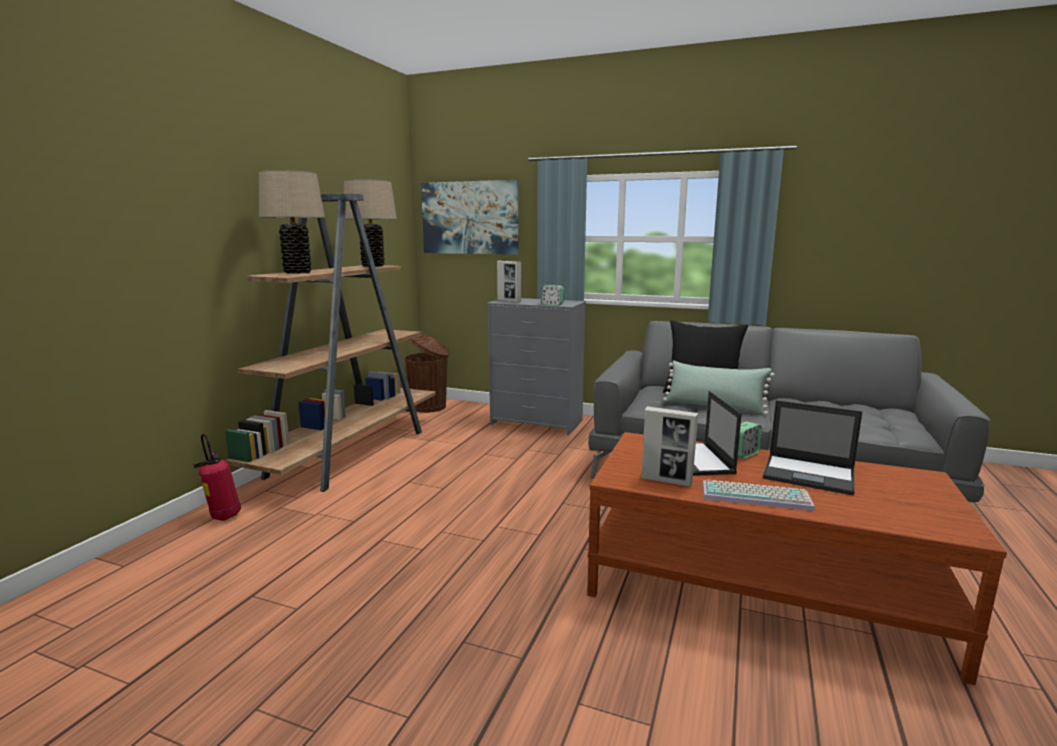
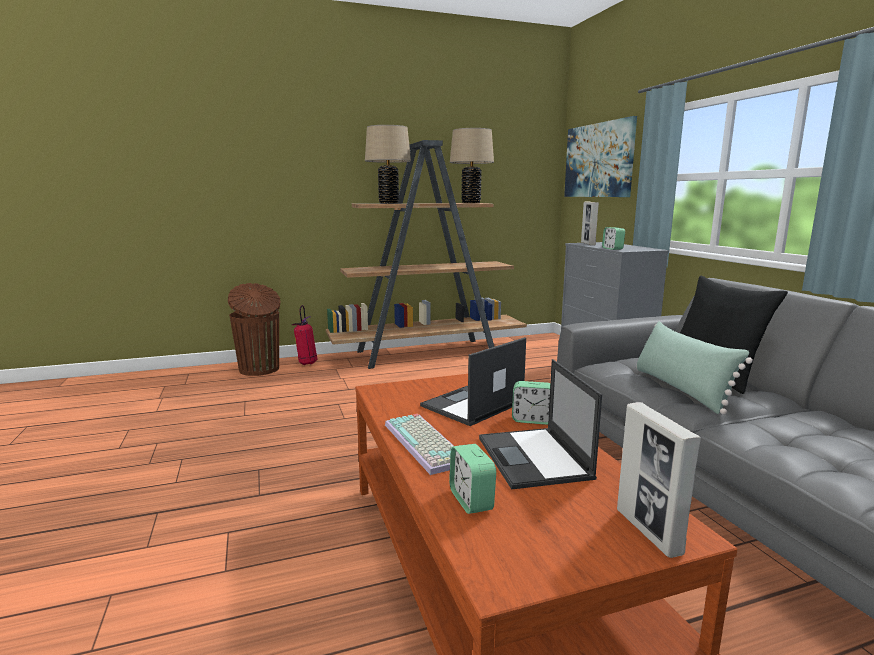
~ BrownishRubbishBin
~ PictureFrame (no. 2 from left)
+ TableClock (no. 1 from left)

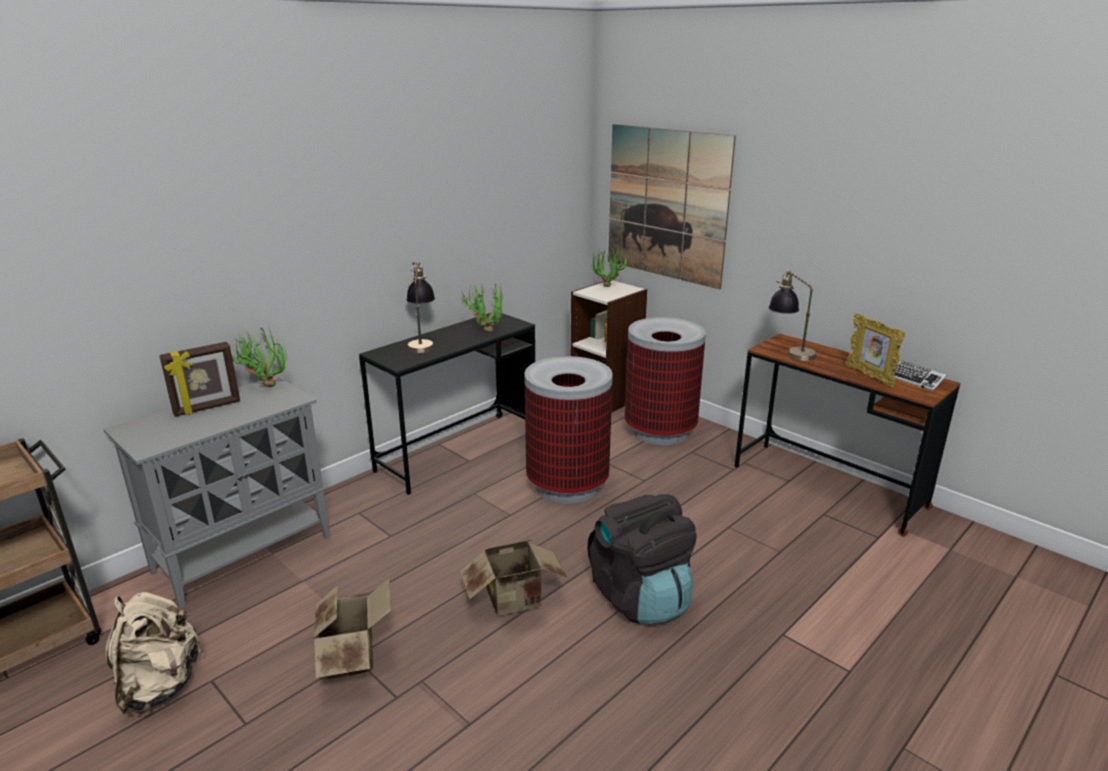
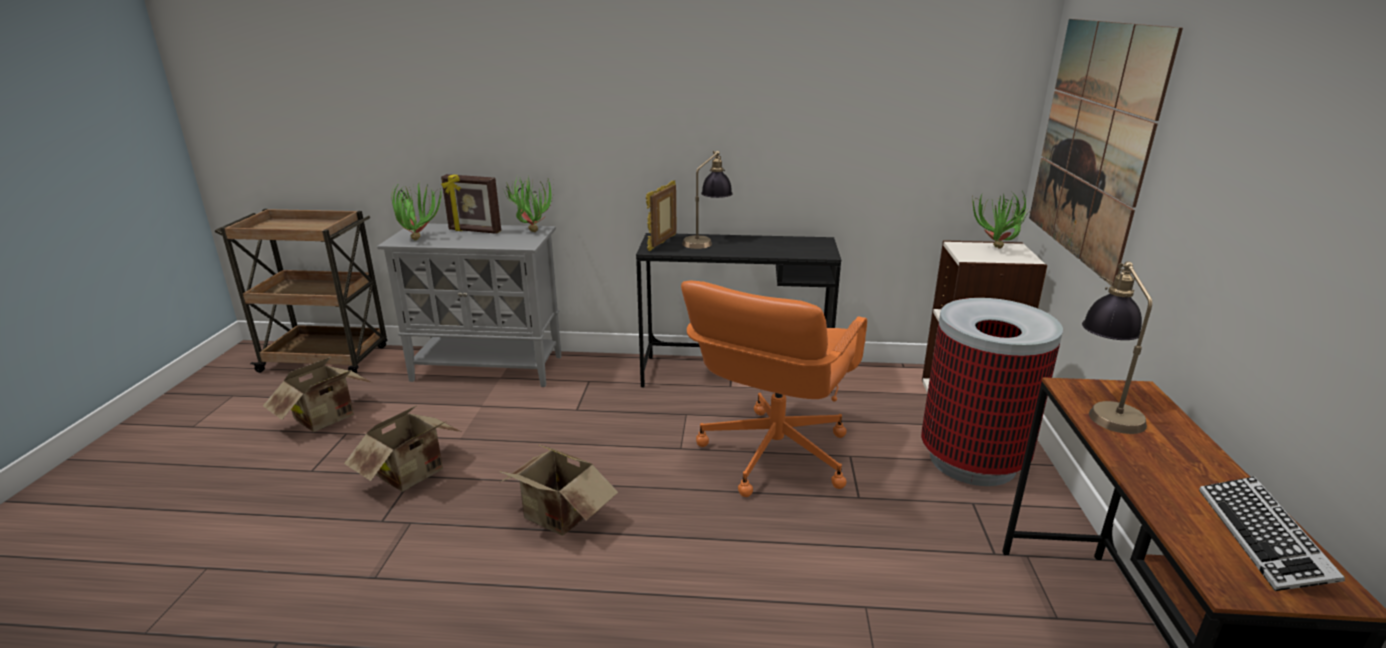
~ PlantInAPot (no. 2 from left in the first image) to PlantInAPot (no. 1 from left)
~ PictureFrame (no. 2 from left)
~ RubbishBin (no. 1 from left) to OrangeyOfficeChair
- BlackColouredKnapsack
~ SandColouredKnapsack to PackingBox (no. 1 from left)

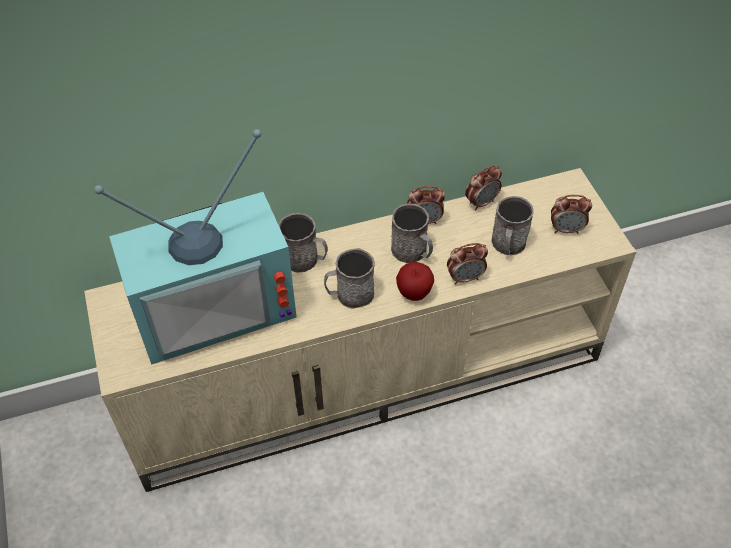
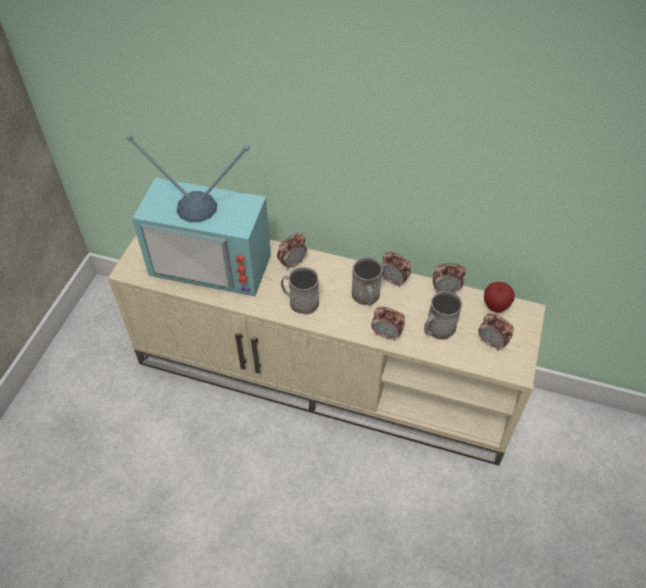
~ GreyishMug (no. 1 from left) to TableClock (no. 1 from left)
~ WholeApple

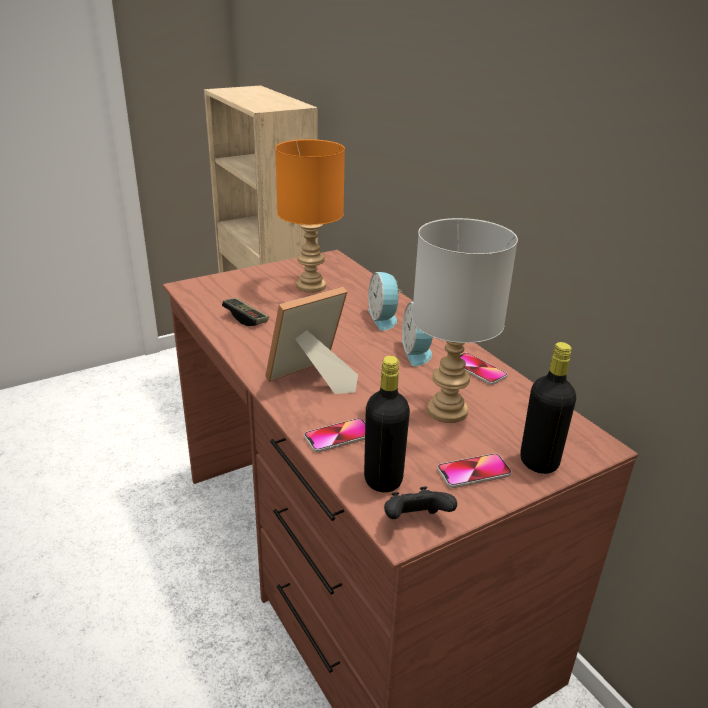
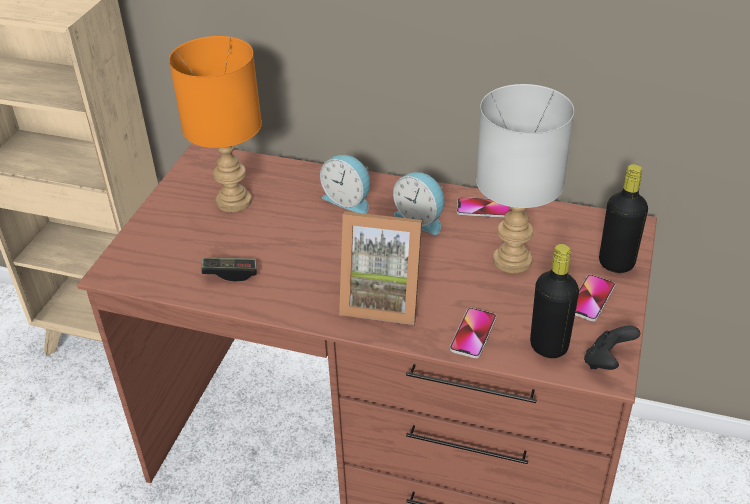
~ PictureFrame 90 degrees counterclockwise

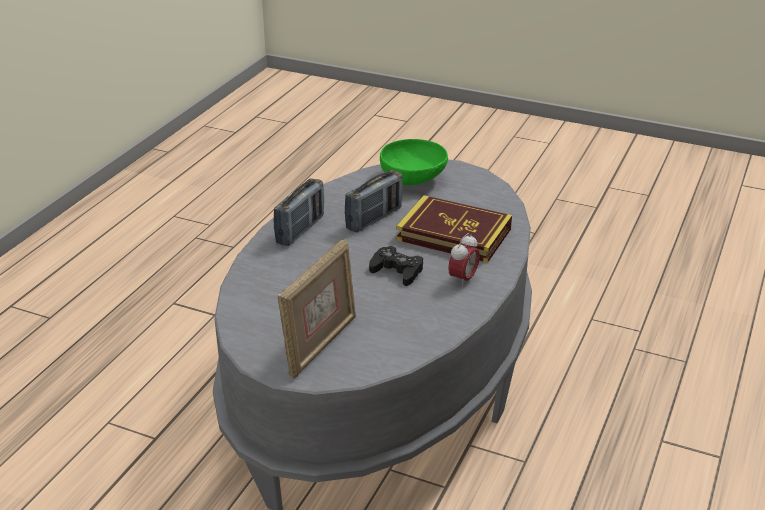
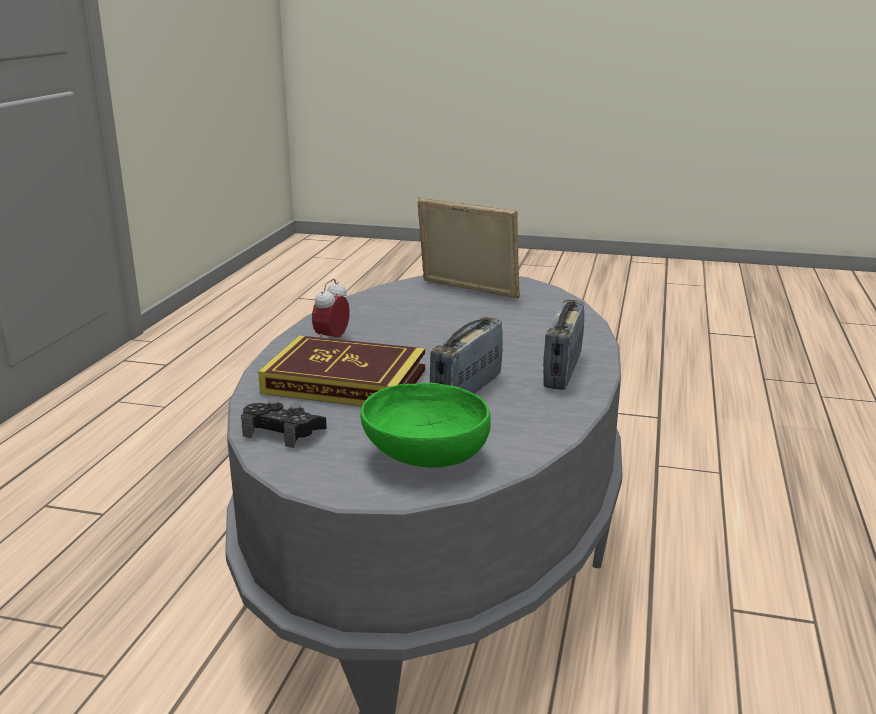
~ PictureFrame 105 degrees clockwise
~ BlackColouredJoypad

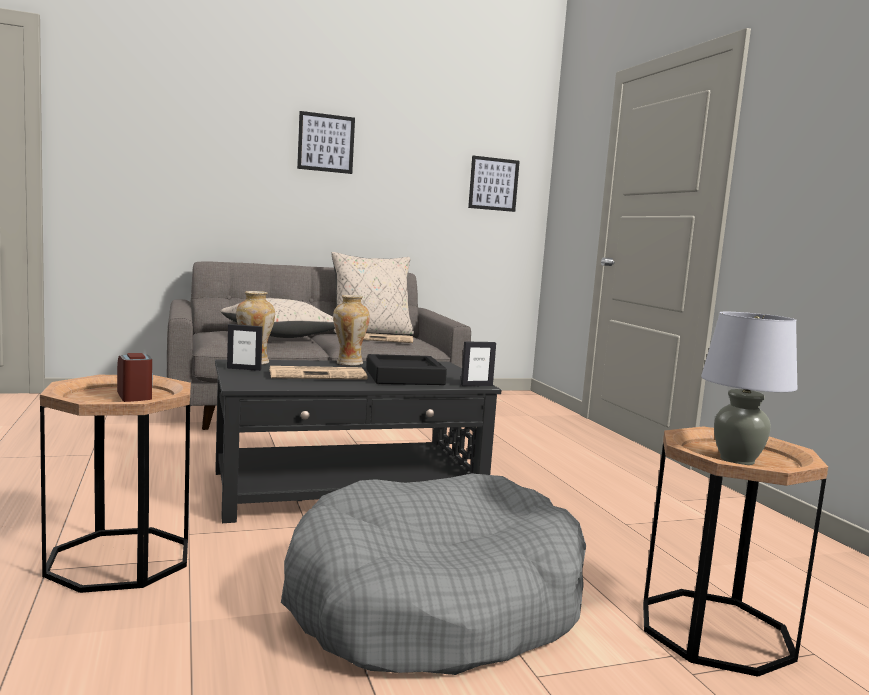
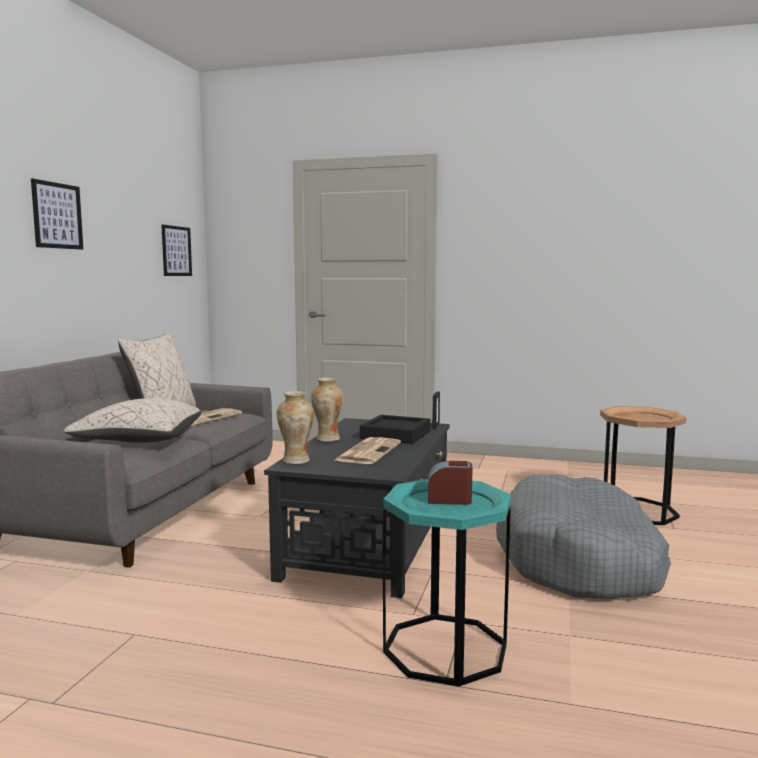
- GreyishLampForATable
- PictureFrame (no. 1 from left)
~ BrownishSideTable (no. 1 from left) to BlueGreenSideTable

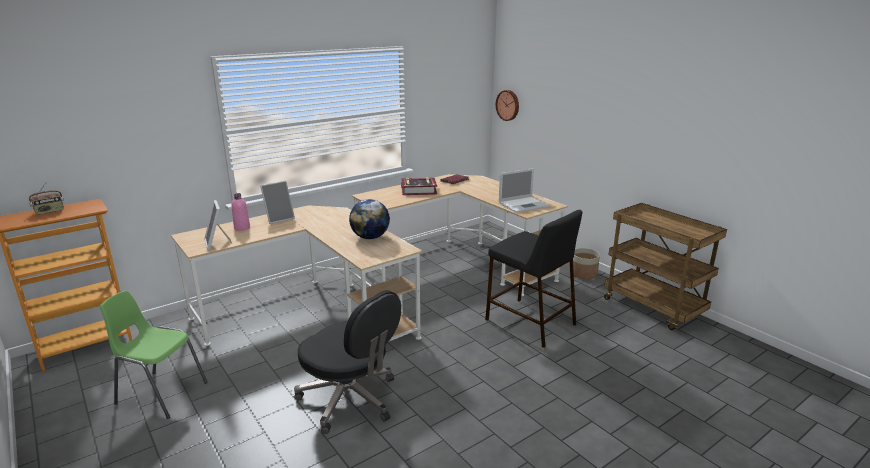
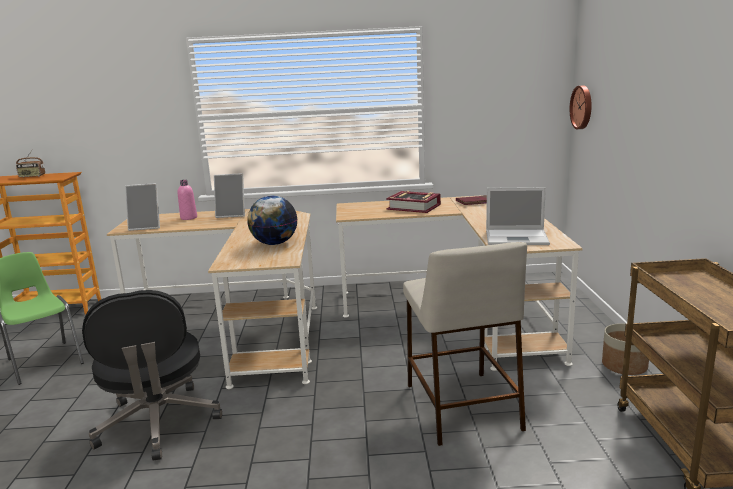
~ PictureFrame (no. 1 from left) 105 degrees counterclockwise
~ BlackColouredStoolSeat to SandColouredStoolSeat

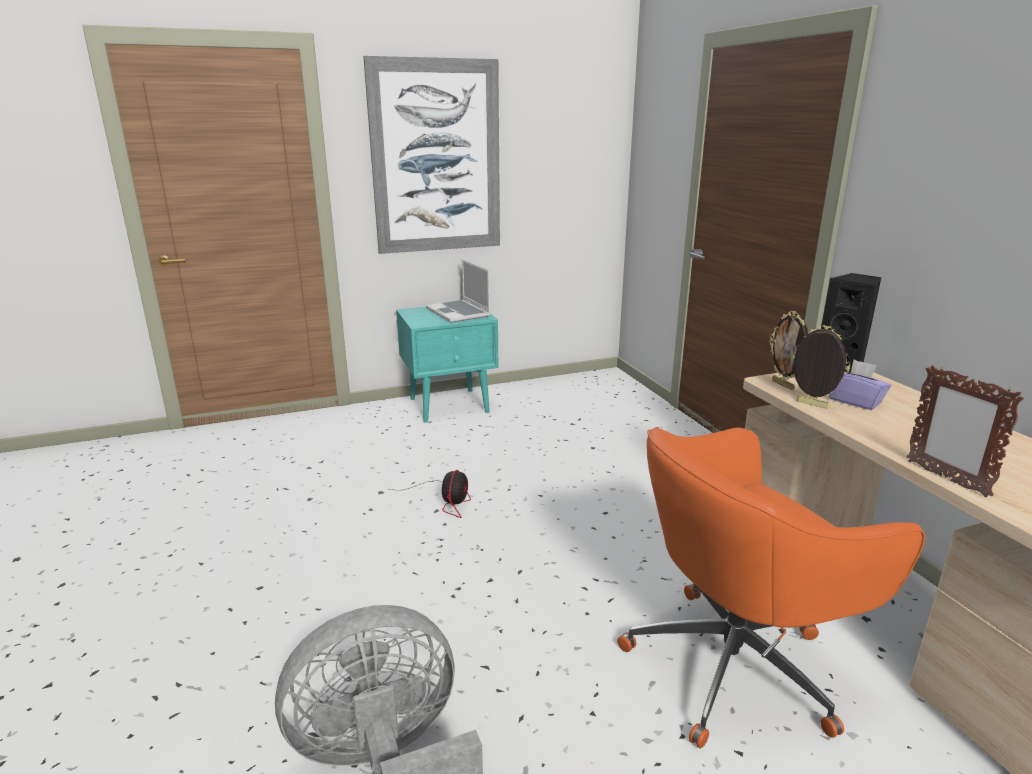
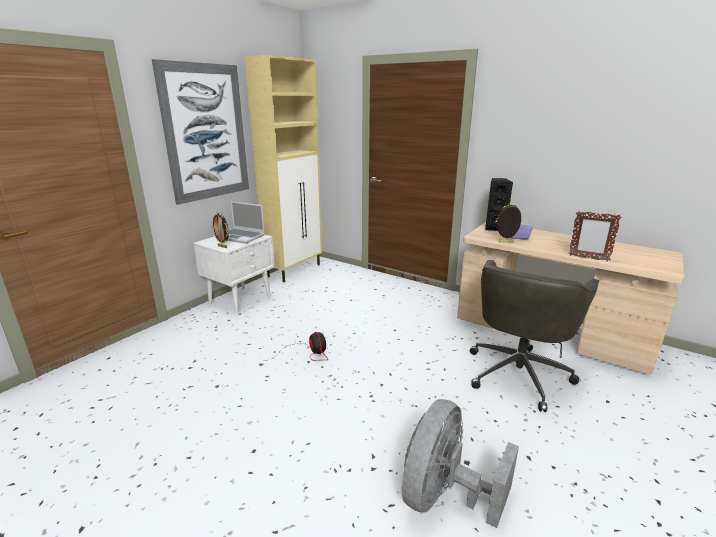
~ BlueGreenNightTable to WhiteNightTable
~ PictureFrame (no. 1 from left)
~ OrangeyOfficeChair to GreyishOfficeChair
+ SandColouredCupboard

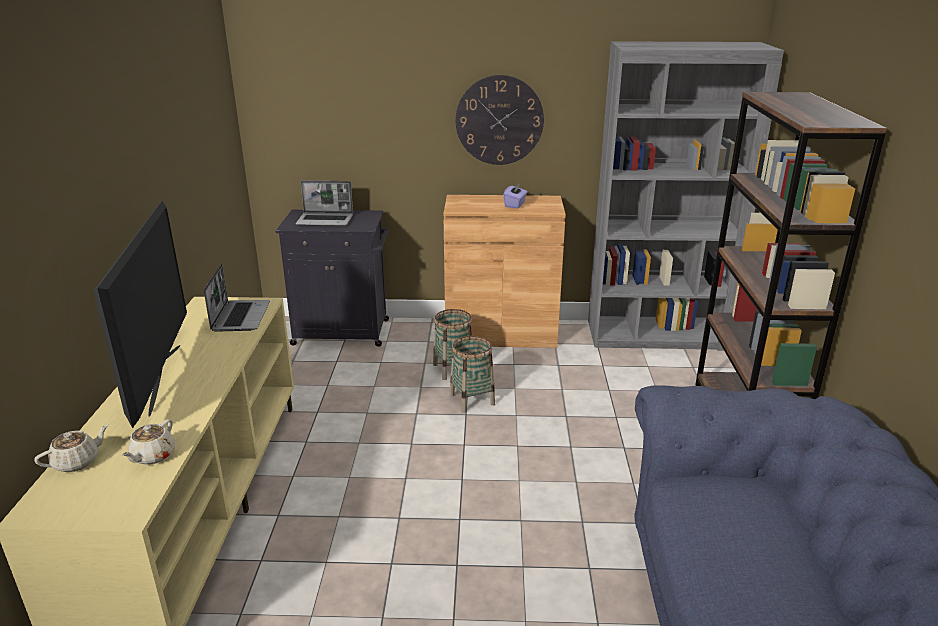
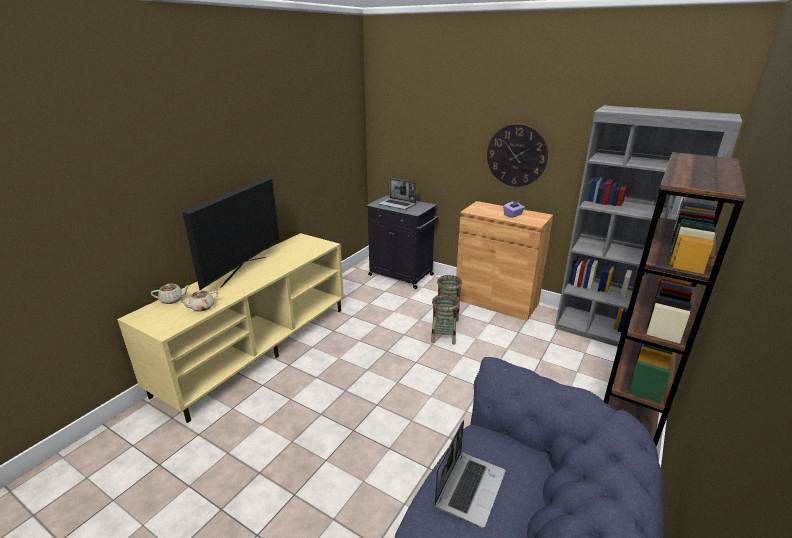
~ Laptop (no. 1 from left in the first image) to Laptop (no. 2 from left)

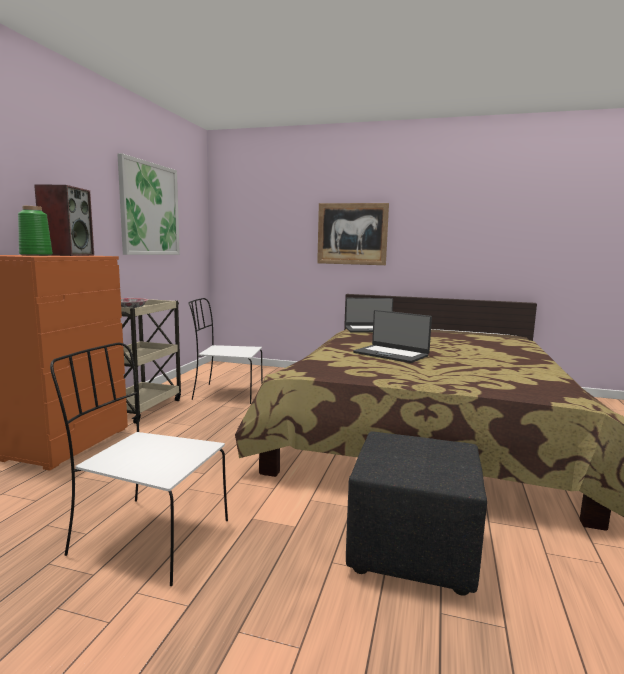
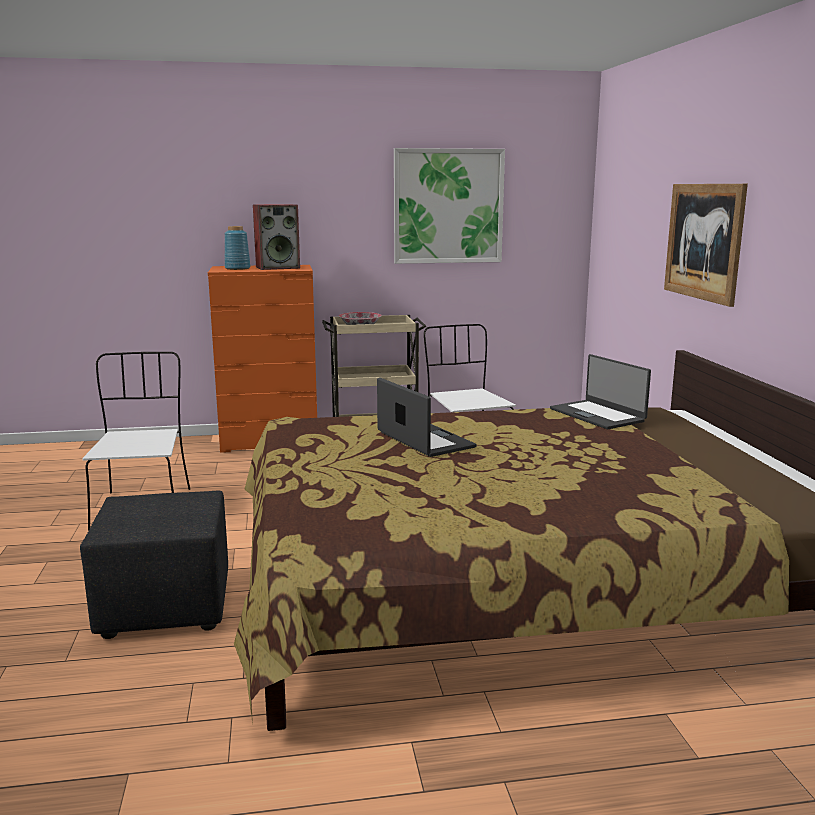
~ GreenColouredFlowerVase to BluishFlowerVase
~ Laptop (no. 2 from left in the first image) 135 degrees clockwise

